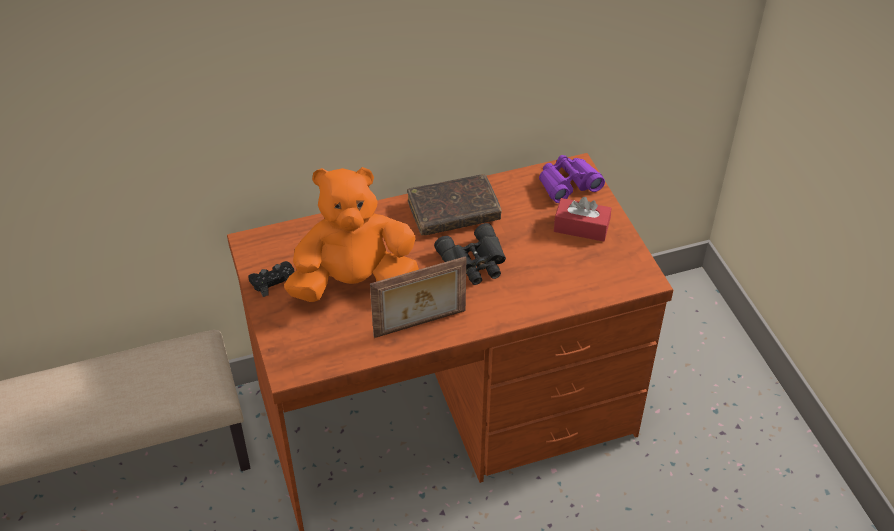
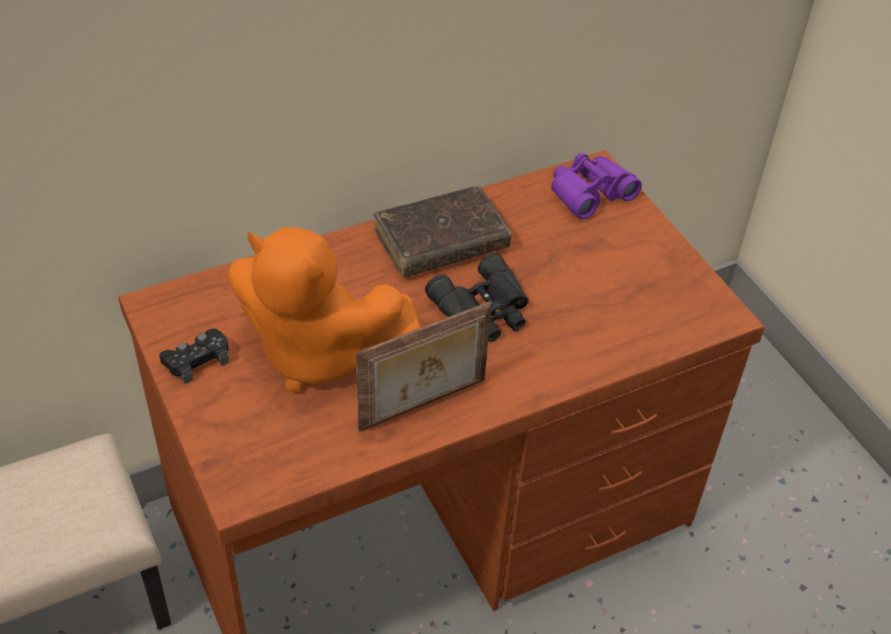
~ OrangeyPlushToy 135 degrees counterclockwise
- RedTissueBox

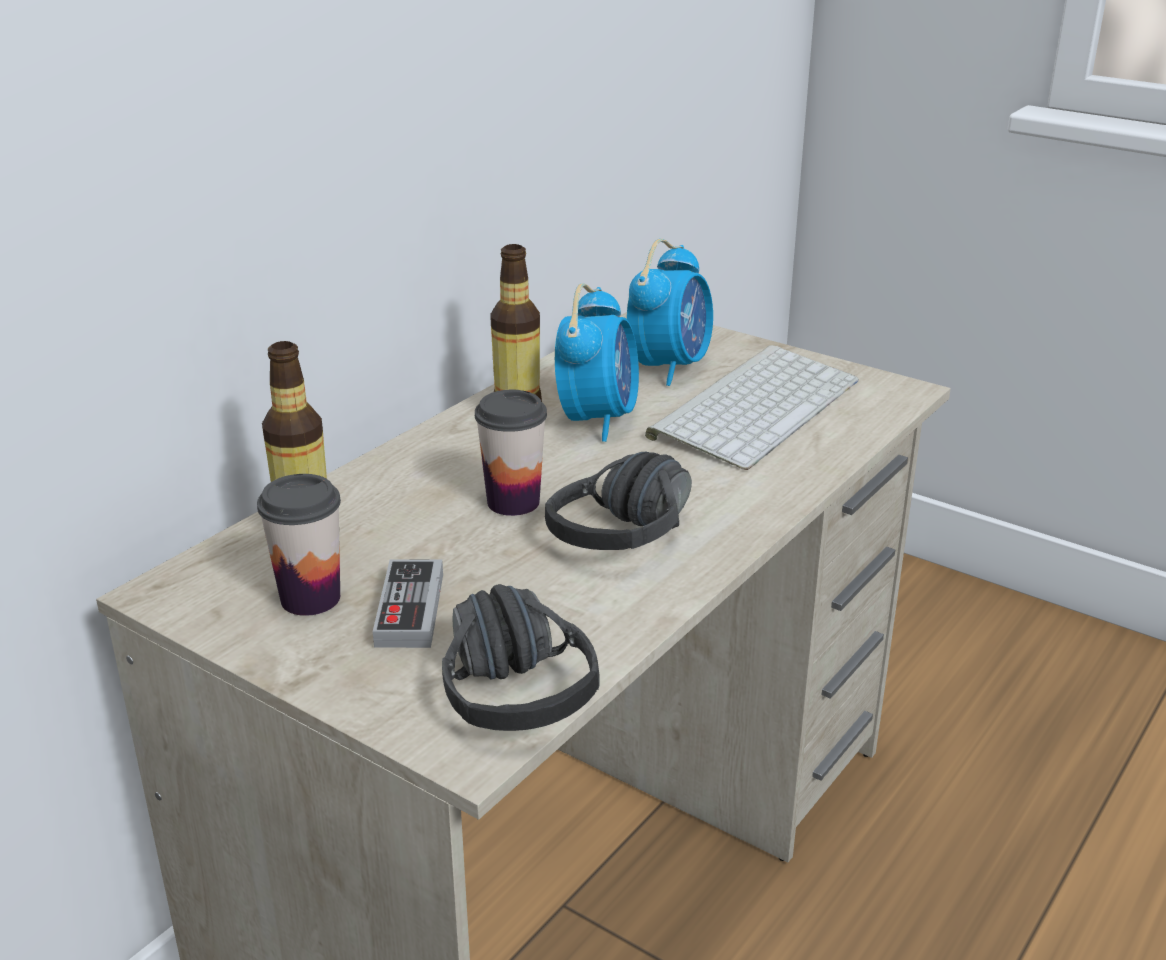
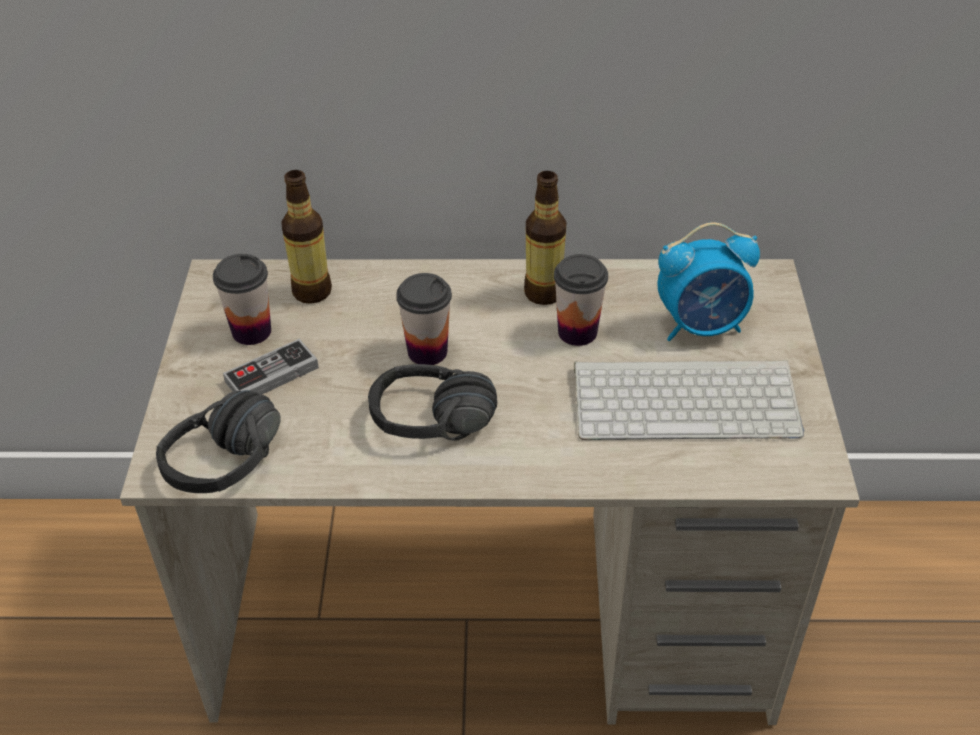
~ TableClock (no. 1 from left) to Cup (no. 3 from left)

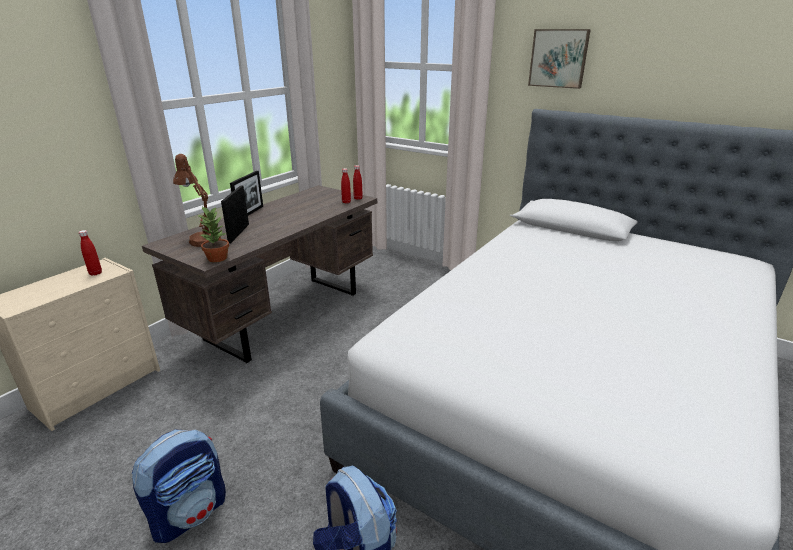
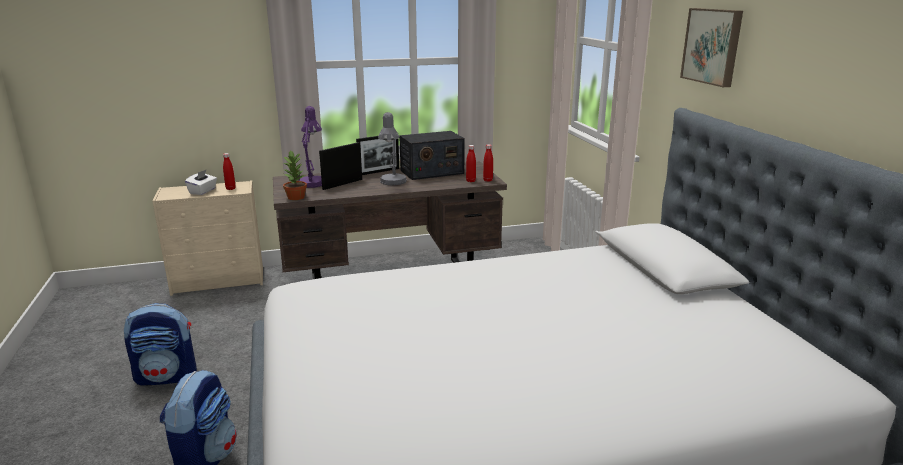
~ BrownishLampForATable to PurpleLampForATable
+ GreyishLampForATable
+ Radio
+ WhiteTissueBox

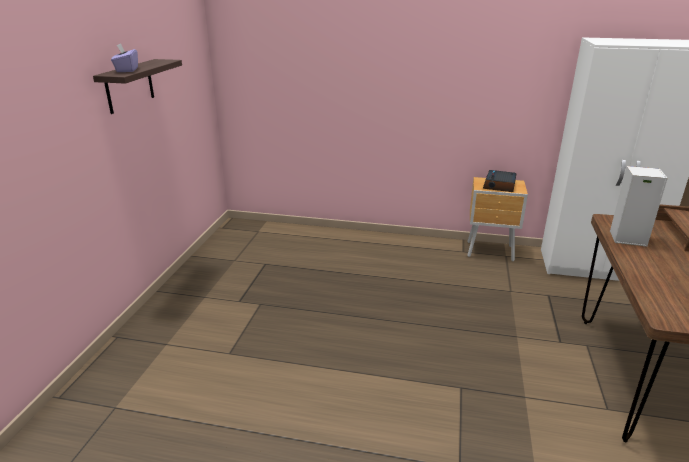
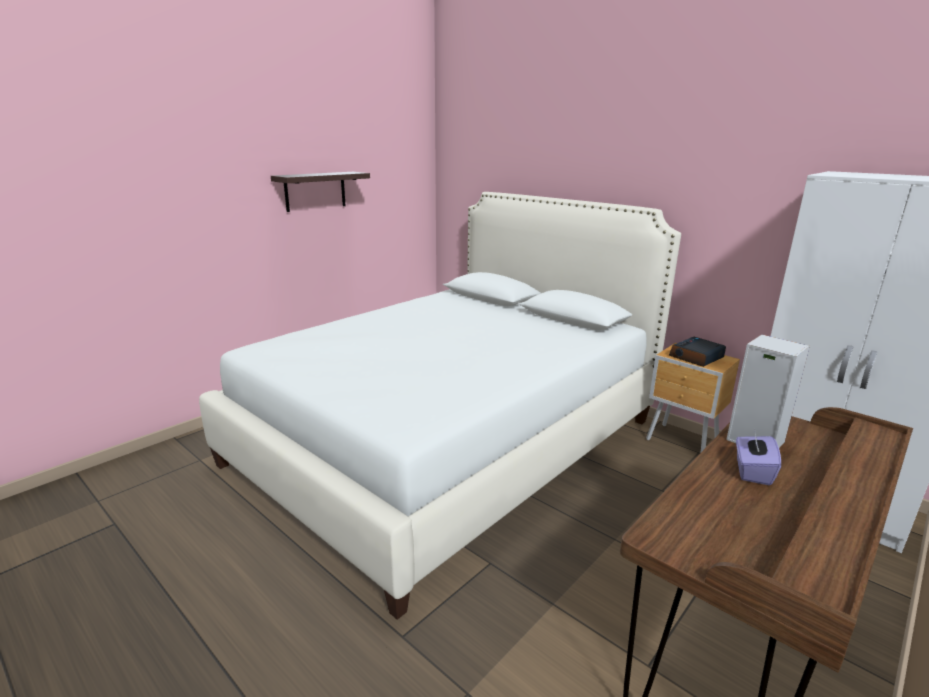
~ PurpleTissueBox
+ WhiteSleepingBed

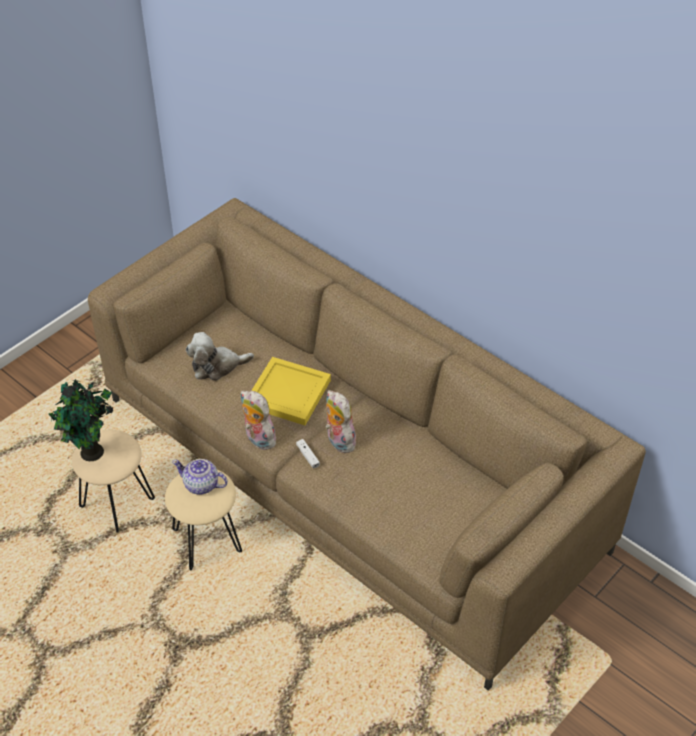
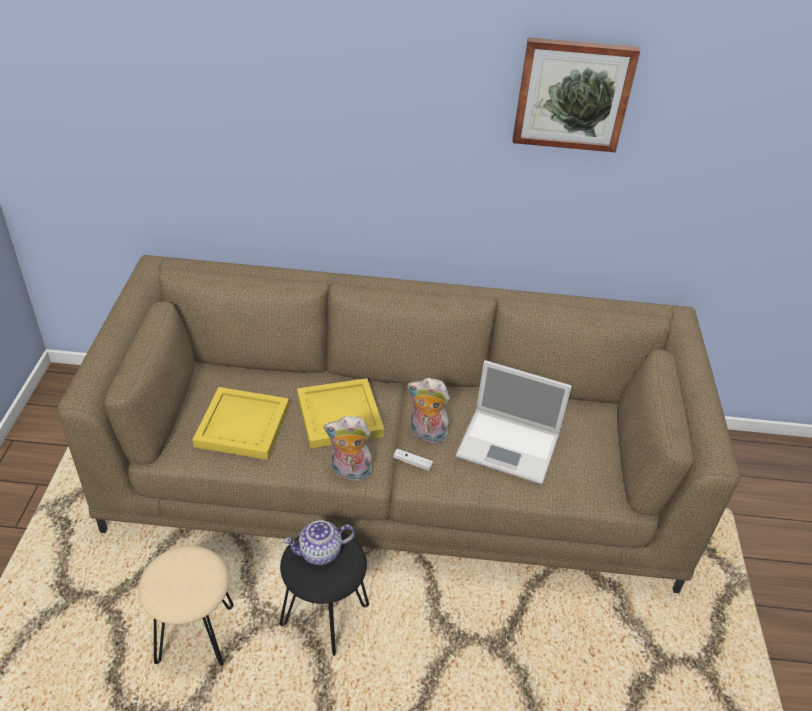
~ PlushToy (no. 1 from left) to YellowColouredTray (no. 1 from left)
- PlantInAPot
~ SandColouredStoolSeat (no. 2 from left) to BlackColouredStoolSeat
+ WallPicture
+ Laptop

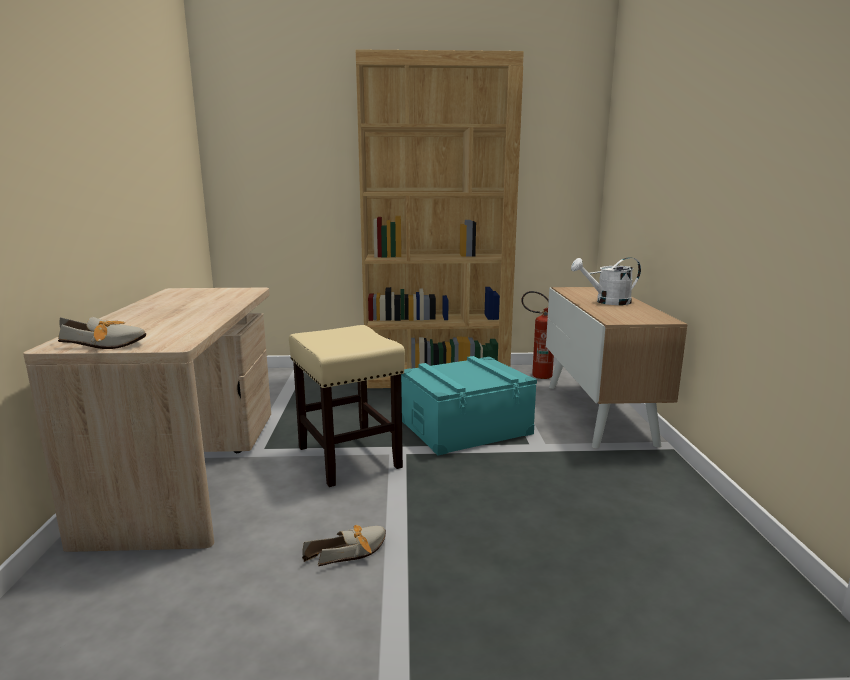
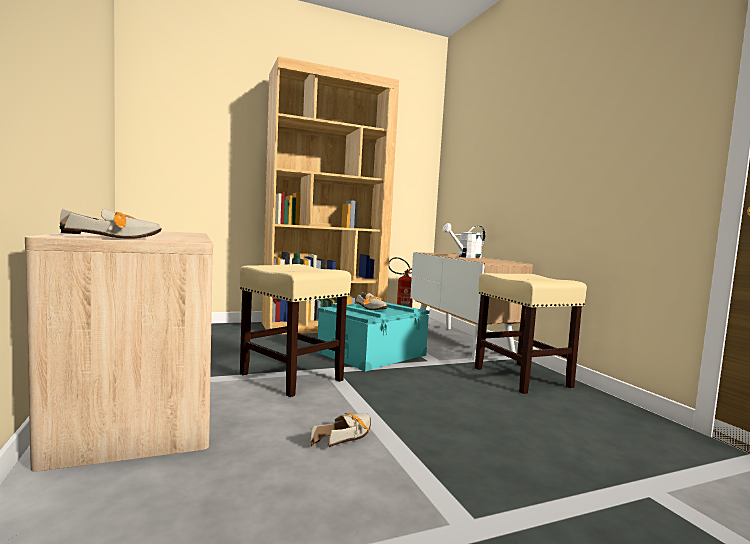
+ SandColouredStoolSeat (no. 2 from left)
+ Shoe (no. 3 from left)

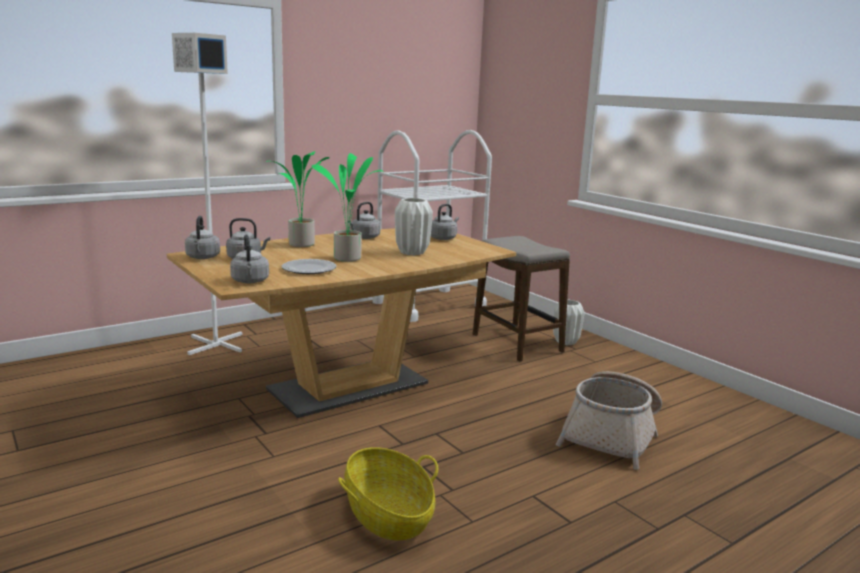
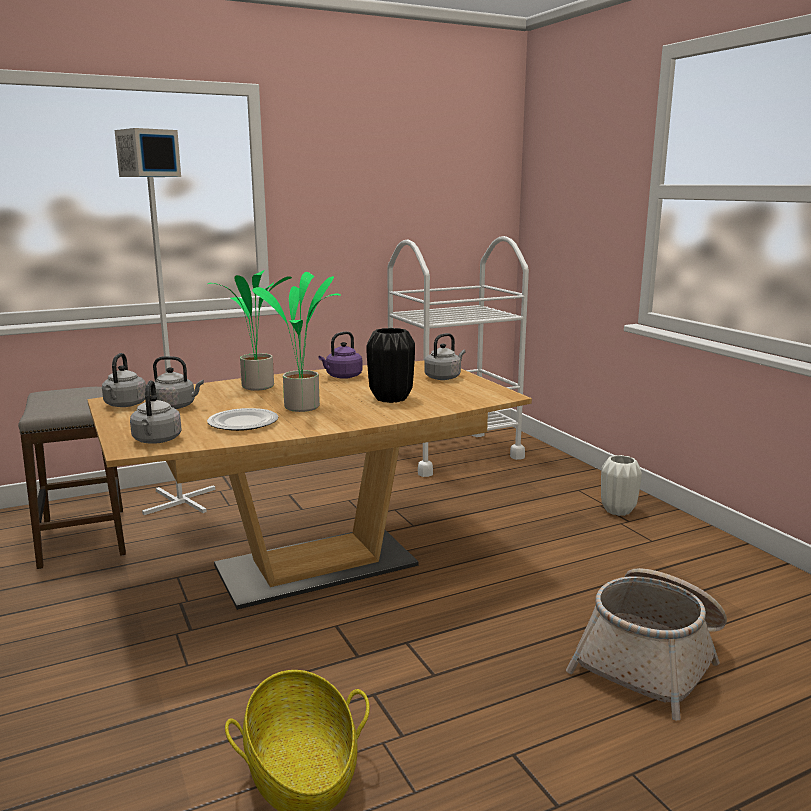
~ WhiteFlowerVase (no. 1 from left) to BlackColouredFlowerVase
~ GreyishKettle (no. 4 from left) to PurpleKettle
~ StoolSeat

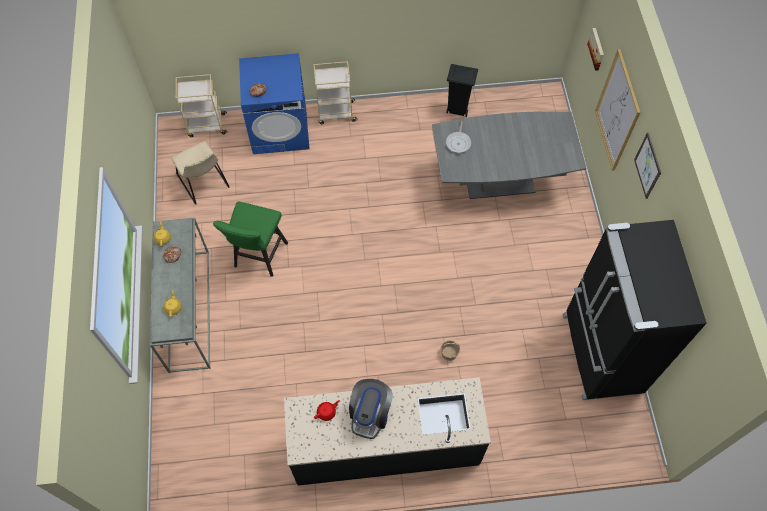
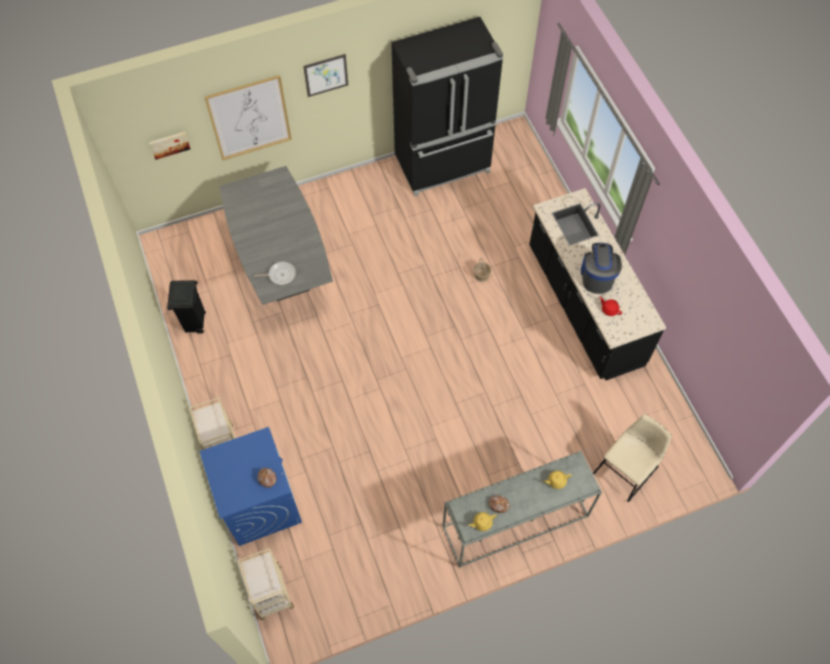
~ SandColouredChair
- GreenColouredStoolSeat
~ CoffeeMaker 90 degrees counterclockwise

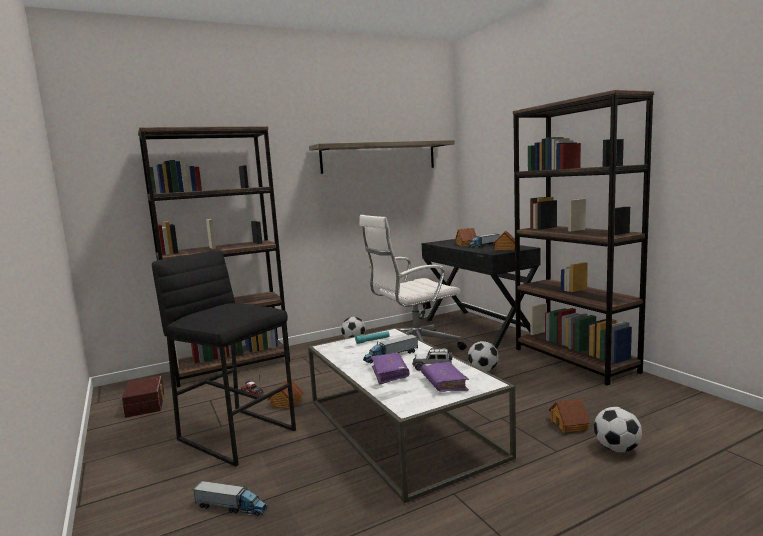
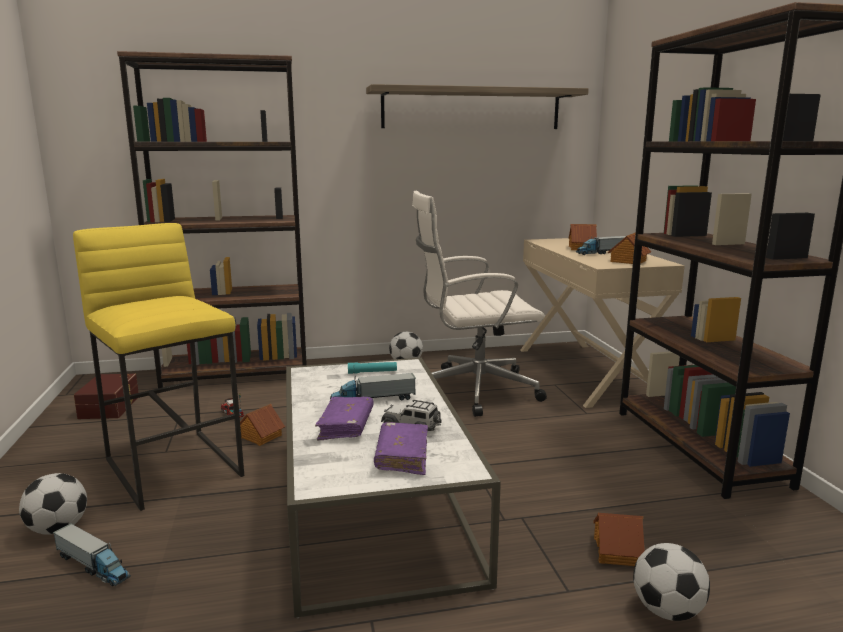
~ BlackColouredDesk to SandColouredDesk
~ BlackColouredStoolSeat to YellowColouredStoolSeat
~ FootballBall (no. 2 from left in the first image) to FootballBall (no. 1 from left)

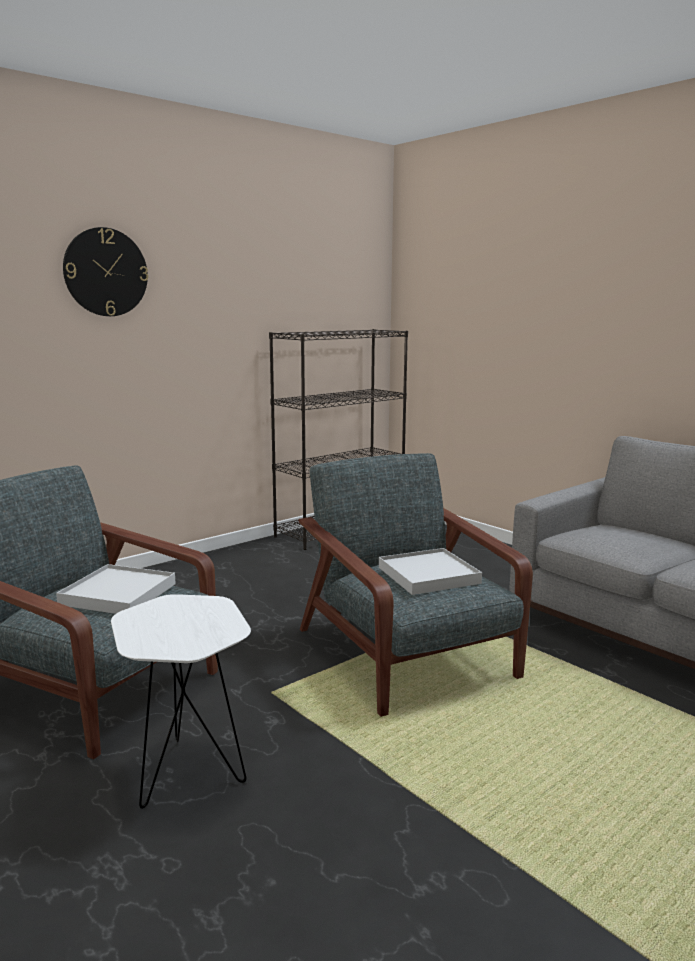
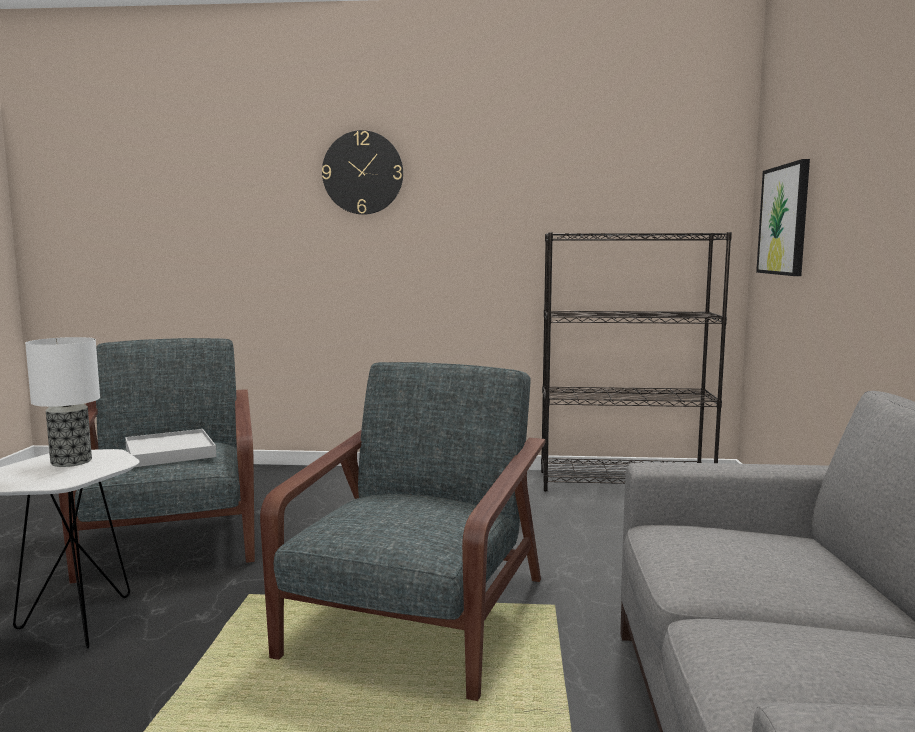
- WhiteTray (no. 2 from left)
+ WallPicture
+ LampForATable

